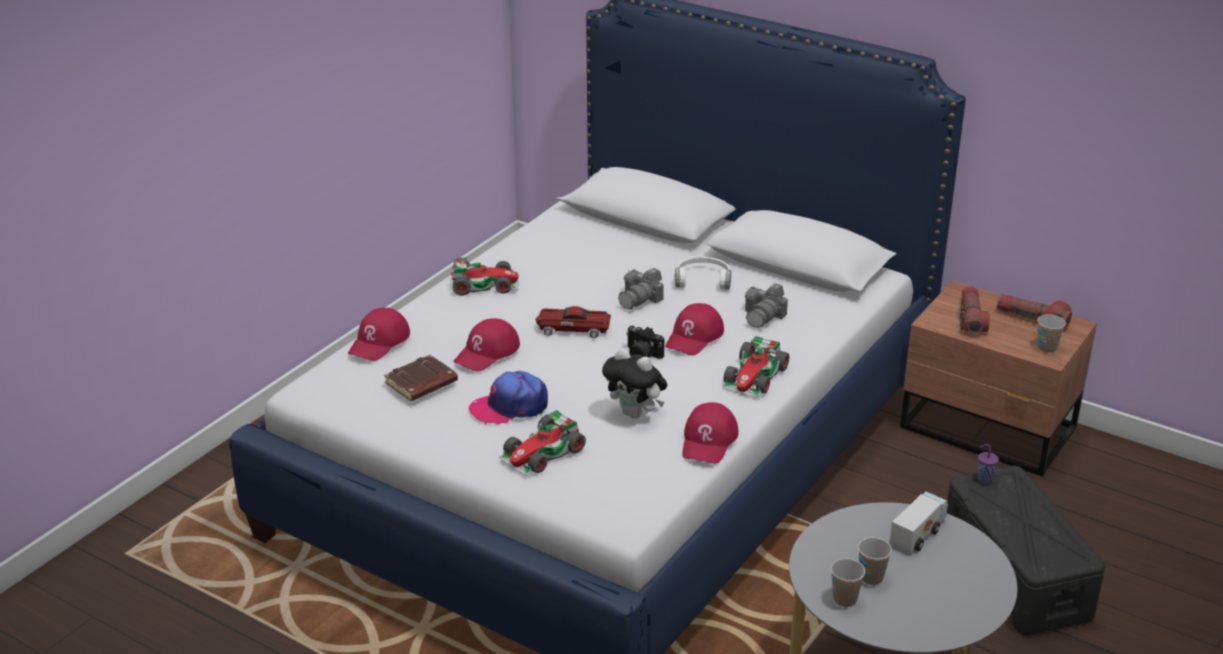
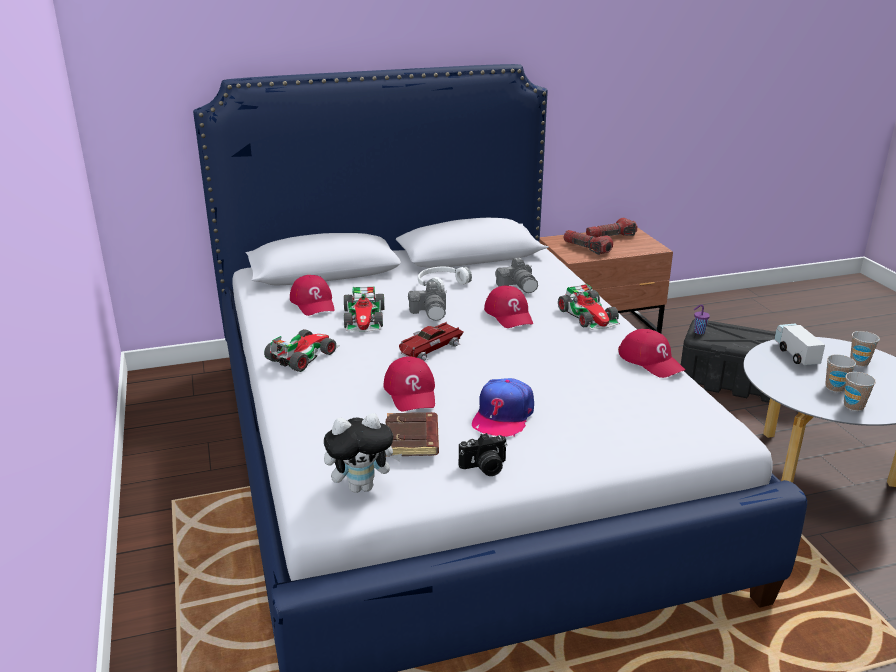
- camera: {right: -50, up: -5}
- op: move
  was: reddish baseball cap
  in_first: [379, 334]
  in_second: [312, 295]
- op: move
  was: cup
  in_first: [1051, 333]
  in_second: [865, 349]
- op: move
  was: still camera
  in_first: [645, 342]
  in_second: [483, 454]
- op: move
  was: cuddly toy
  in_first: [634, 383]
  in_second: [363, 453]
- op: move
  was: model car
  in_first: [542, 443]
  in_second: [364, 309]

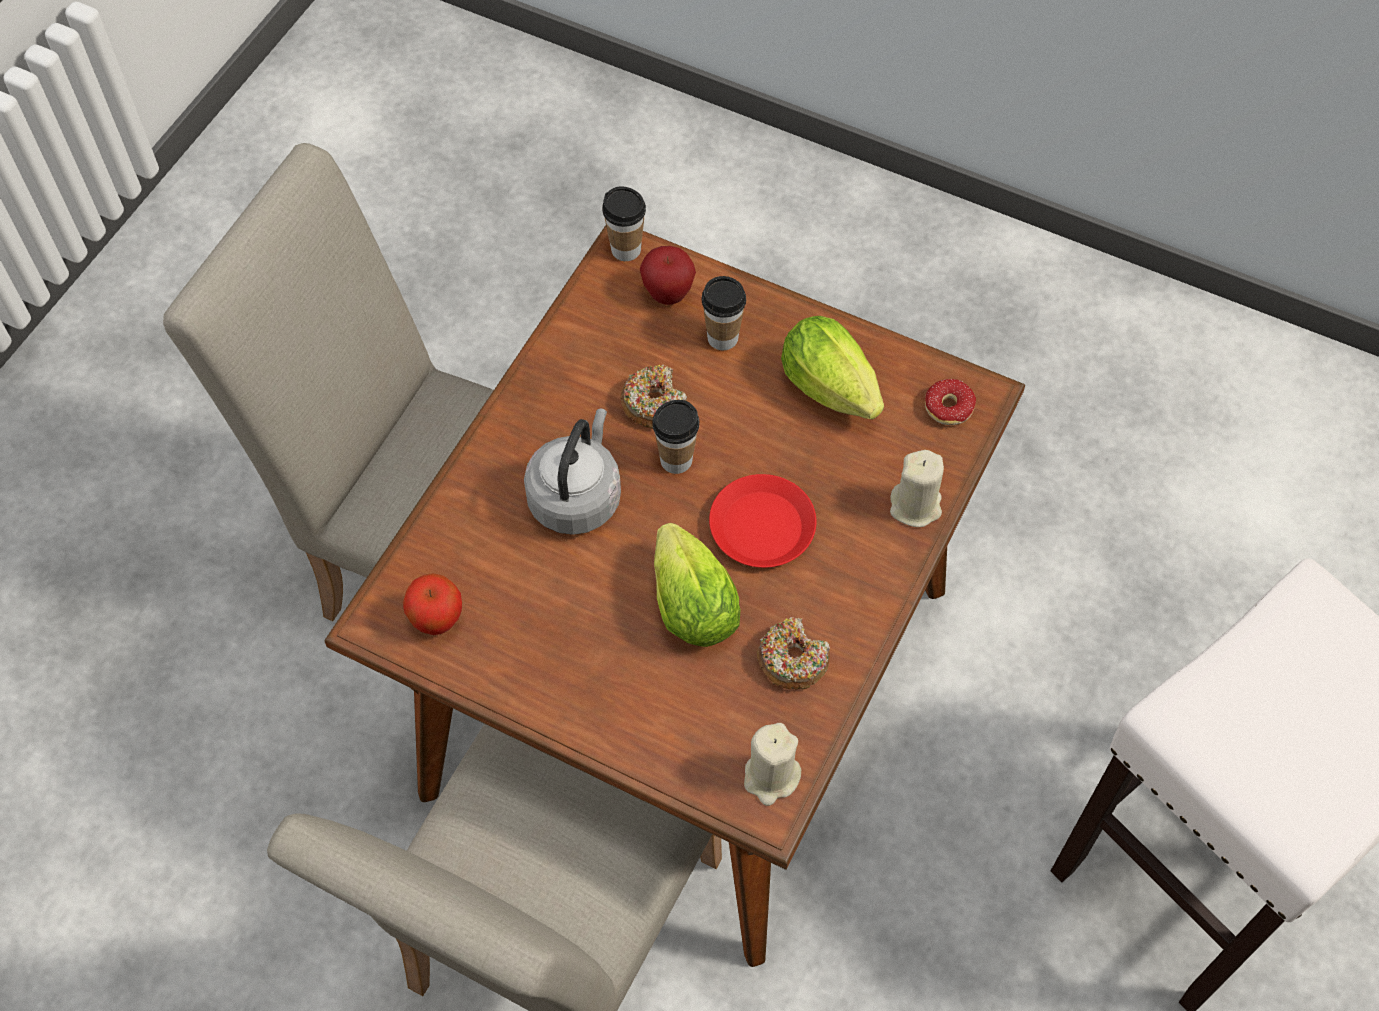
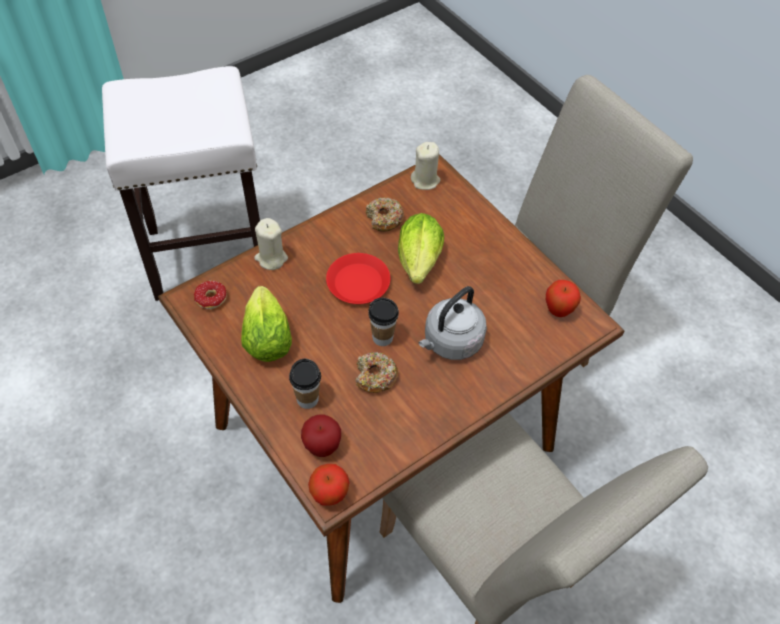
- camera: {right: -155, up: -5}
- op: replace
  was: cup
  now: apple
  in_first: [624, 223]
  in_second: [328, 485]

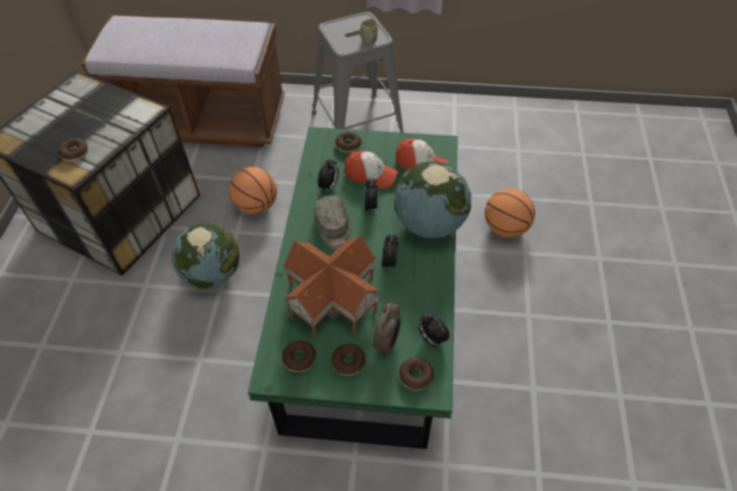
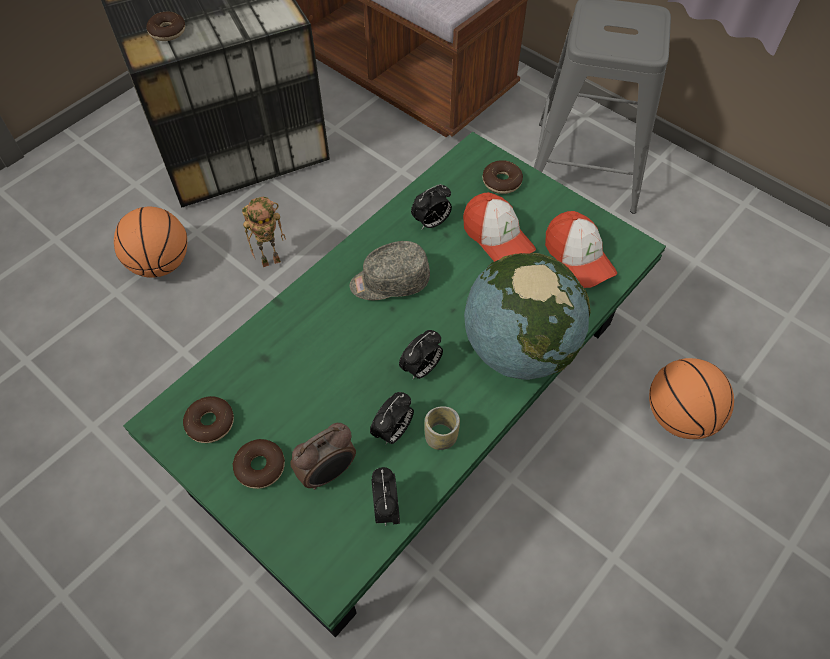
- camera: {right: 35, up: 5}
- op: move
  was: cup
  in_first: [369, 31]
  in_second: [442, 428]
- op: move
  was: basketball
  in_first: [253, 190]
  in_second: [150, 242]
- op: move
  was: bedside clock
  in_first: [370, 196]
  in_second: [392, 418]
- op: rotate
  was: grey baseball cap
  in_first: [332, 222]
  in_second: [390, 270]
  clockwise: 60
- op: replace
  was: desk globe
  now: model robot
  in_first: [206, 255]
  in_second: [264, 232]
- op: delete
  was: toy house
  in_first: [331, 287]
- op: delete
  was: donut
  in_first: [416, 374]

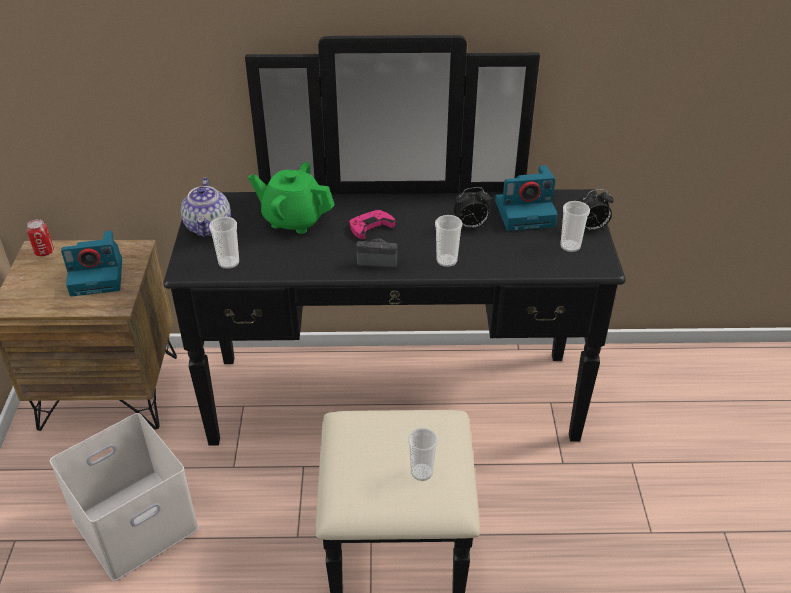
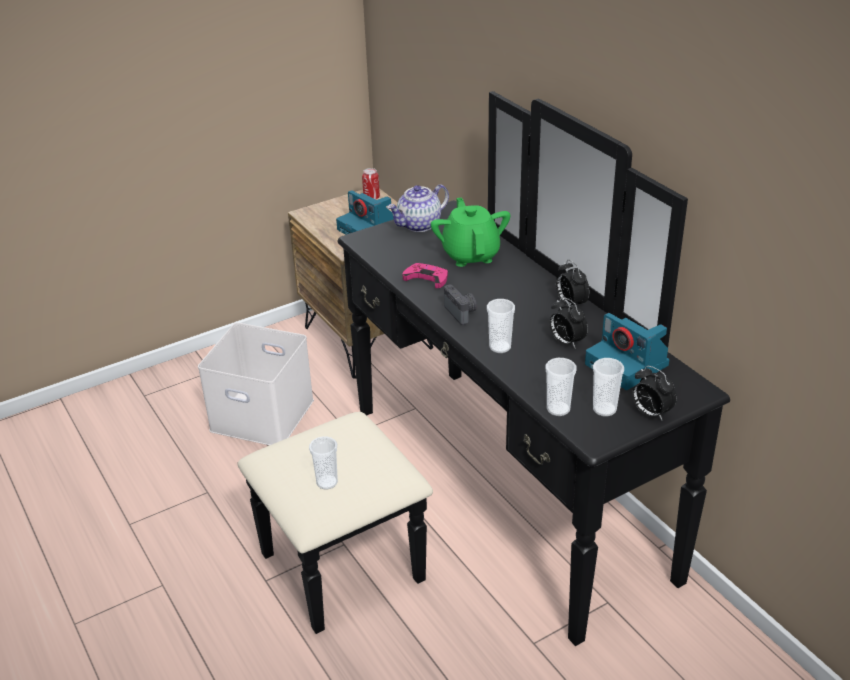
- camera: {right: 60, up: -5}
- op: move
  was: pink joypad
  in_first: [372, 224]
  in_second: [425, 275]
- op: move
  was: cup
  in_first: [224, 243]
  in_second: [561, 387]
- op: insert
  now: bedside clock
  in_second: [573, 283]

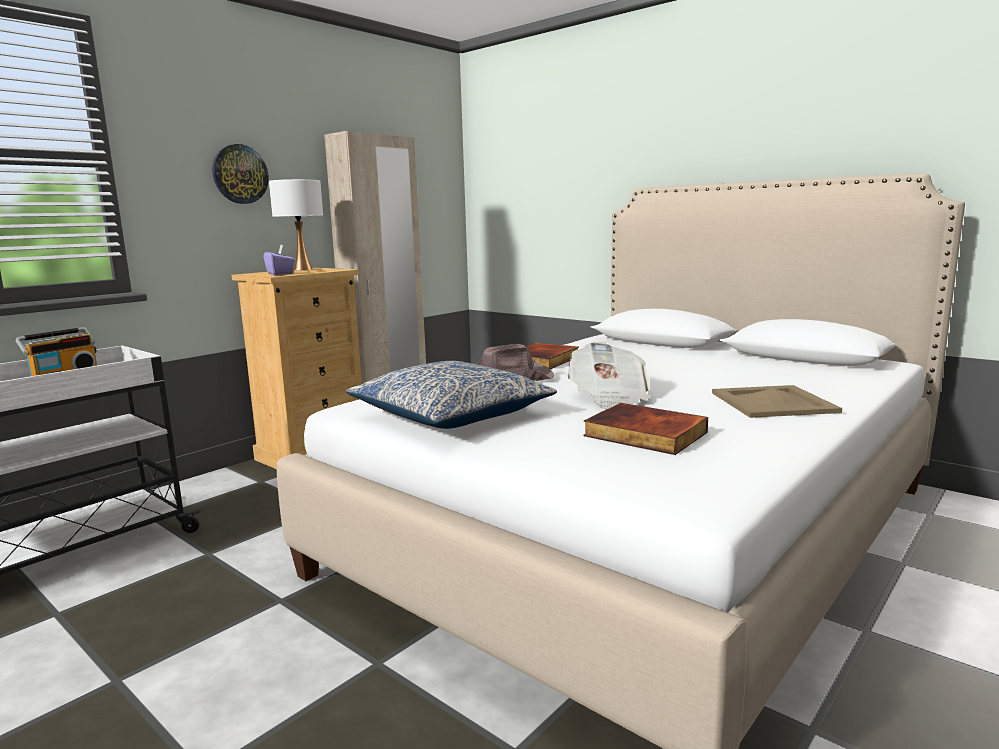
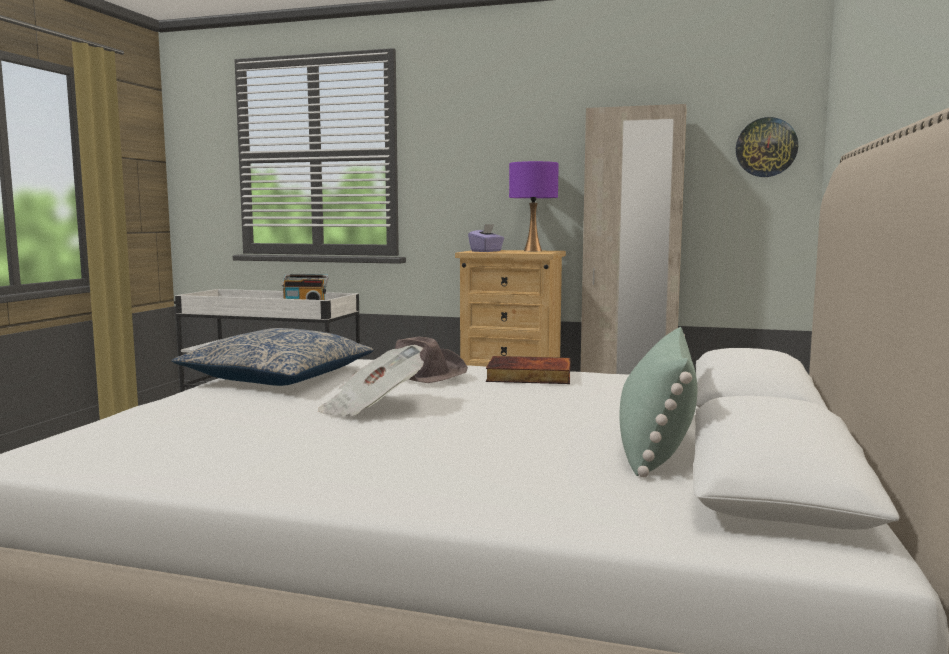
- camera: {right: 65, up: -5}
- op: move
  was: clock on the wall
  in_first: [240, 174]
  in_second: [767, 147]
- op: recolor
  was: white-coloured table lamp
  now: purplish table lamp
  in_first: [296, 225]
  in_second: [534, 206]
- op: delete
  was: sand-coloured carrying tray
  in_first: [777, 401]
- op: delete
  was: bound book
  in_first: [645, 429]
- op: insert
  now: green-coloured throw pillow
  in_second: [658, 402]

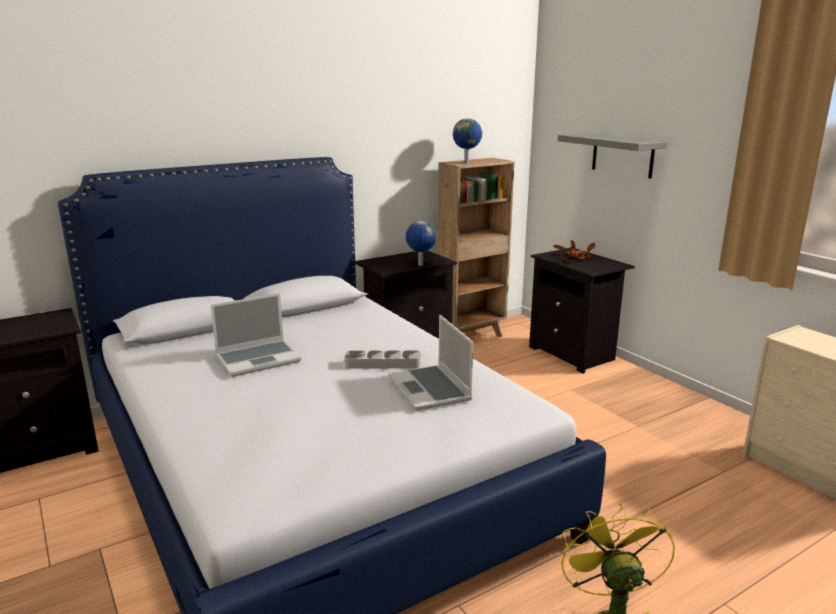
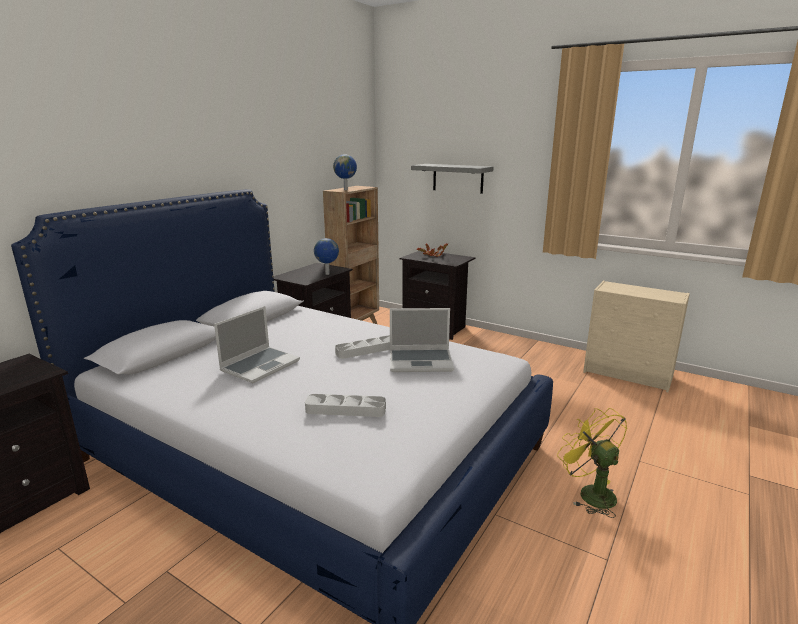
- camera: {right: -25, up: 0}
- op: rotate
  was: laptop
  in_first: [431, 363]
  in_second: [422, 340]
  clockwise: -45
- op: insert
  now: grey carrying tray
  in_second: [345, 405]

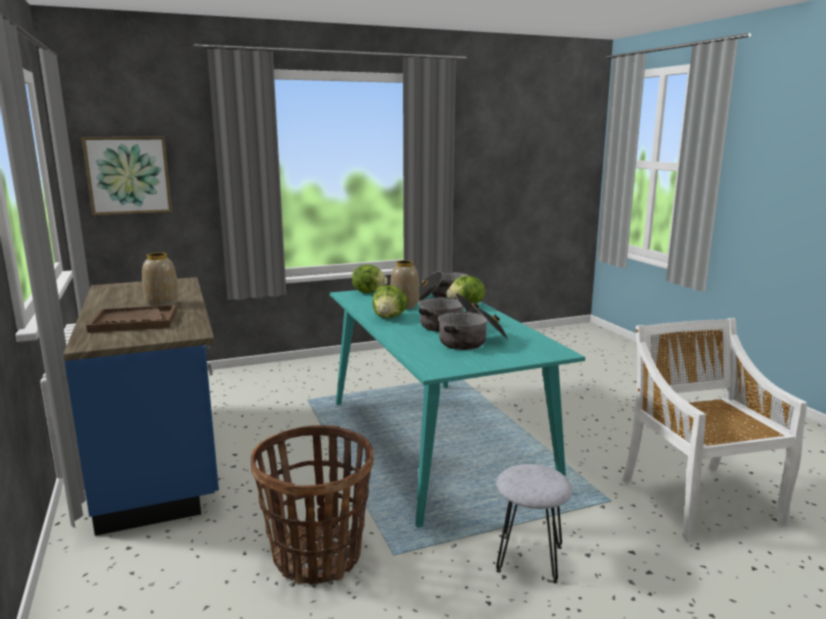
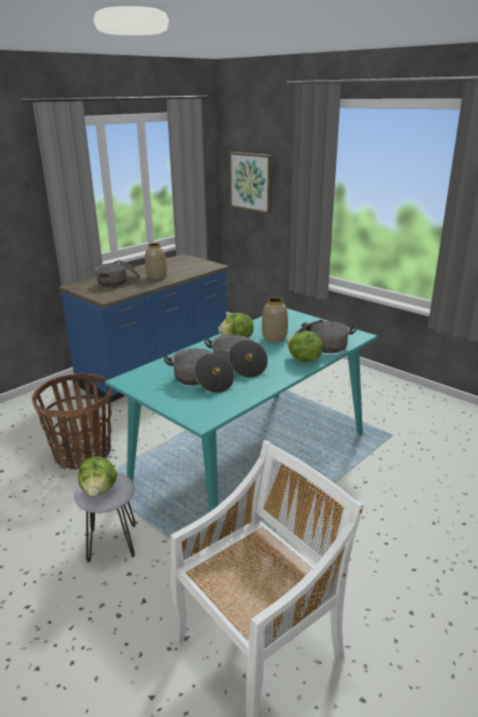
- camera: {right: 65, up: 10}
- op: move
  was: head of lettuce
  in_first: [370, 279]
  in_second: [97, 476]
- op: replace
  was: brown-coloured carrying tray
  now: cooking pot
  in_first: [131, 319]
  in_second: [117, 273]

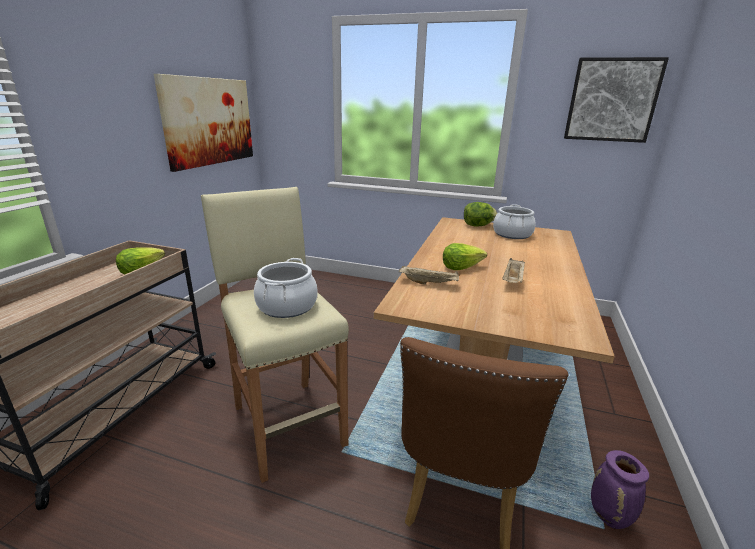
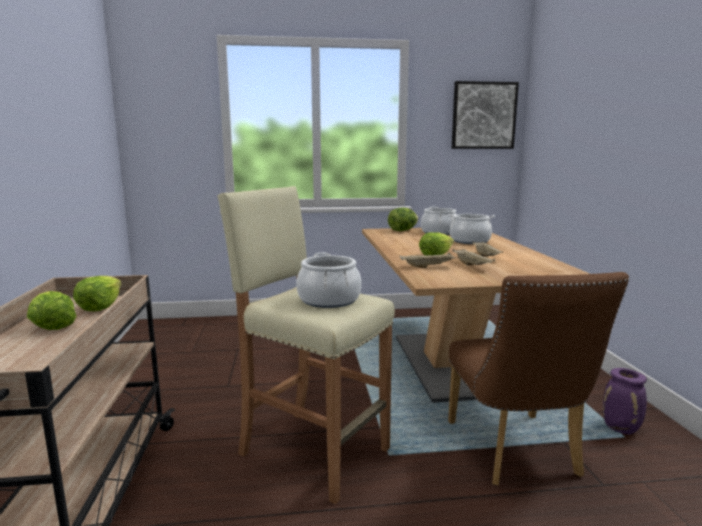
- camera: {right: -25, up: -10}
- op: delete
  was: wall picture
  in_first: [203, 123]
- op: insert
  now: cooking pot
  in_second: [472, 229]
- op: insert
  now: sand-coloured carrying tray
  in_second: [474, 257]
- op: insert
  now: head of lettuce
  in_second: [51, 310]

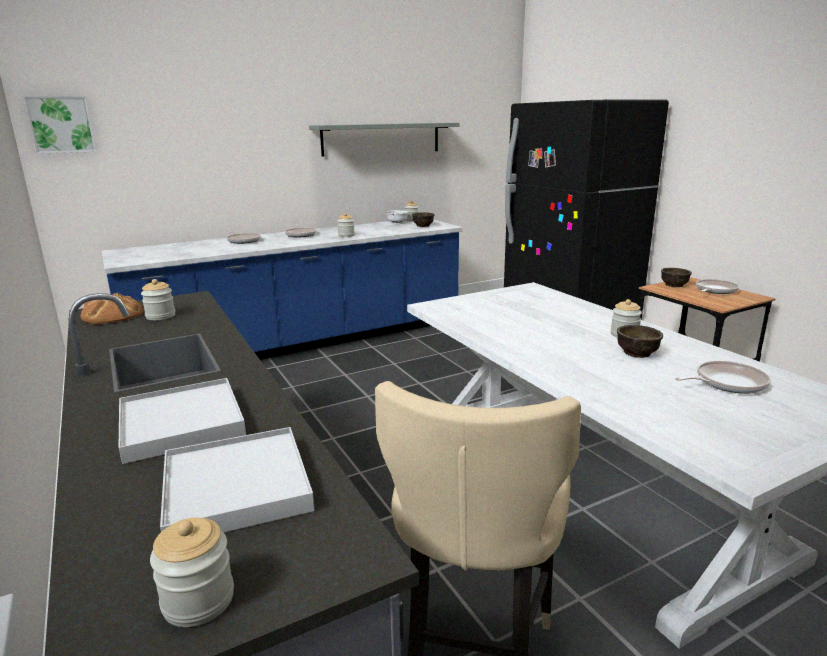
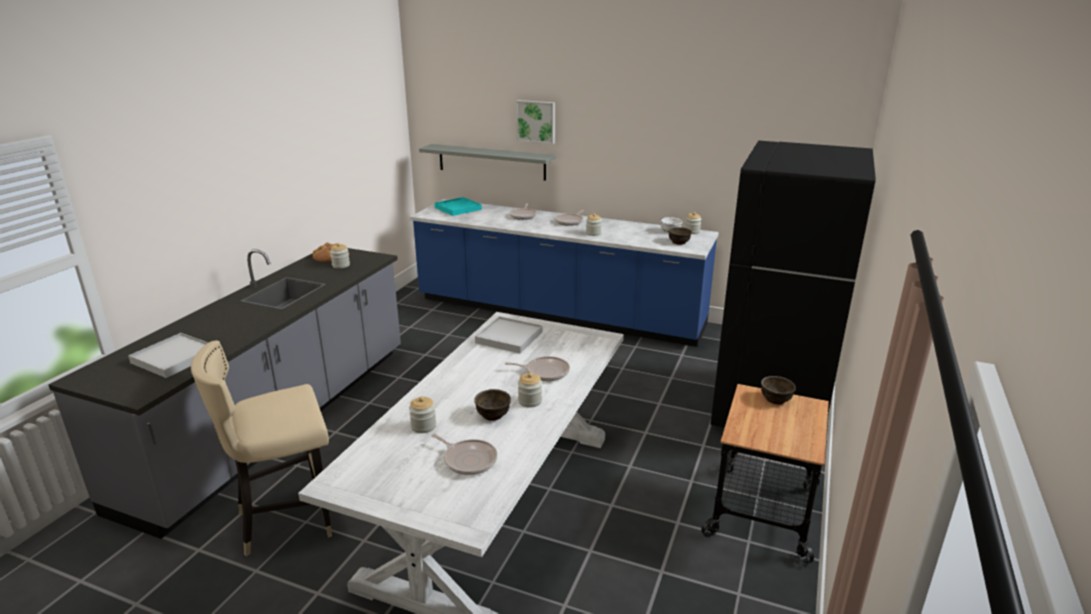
- camera: {right: 50, up: 5}
- op: move
  was: wall picture
  in_first: [60, 125]
  in_second: [535, 122]
- op: move
  was: grey wall shelf
  in_first: [384, 139]
  in_second: [487, 162]
- op: move
  was: skillet
  in_first: [717, 286]
  in_second: [537, 368]
- op: move
  was: white-coloured carrying tray
  in_first: [182, 421]
  in_second: [509, 334]
- op: move
  was: preserve jar
  in_first: [192, 572]
  in_second: [422, 415]
- op: insert
  now: blue-green carrying tray
  in_second: [458, 206]

